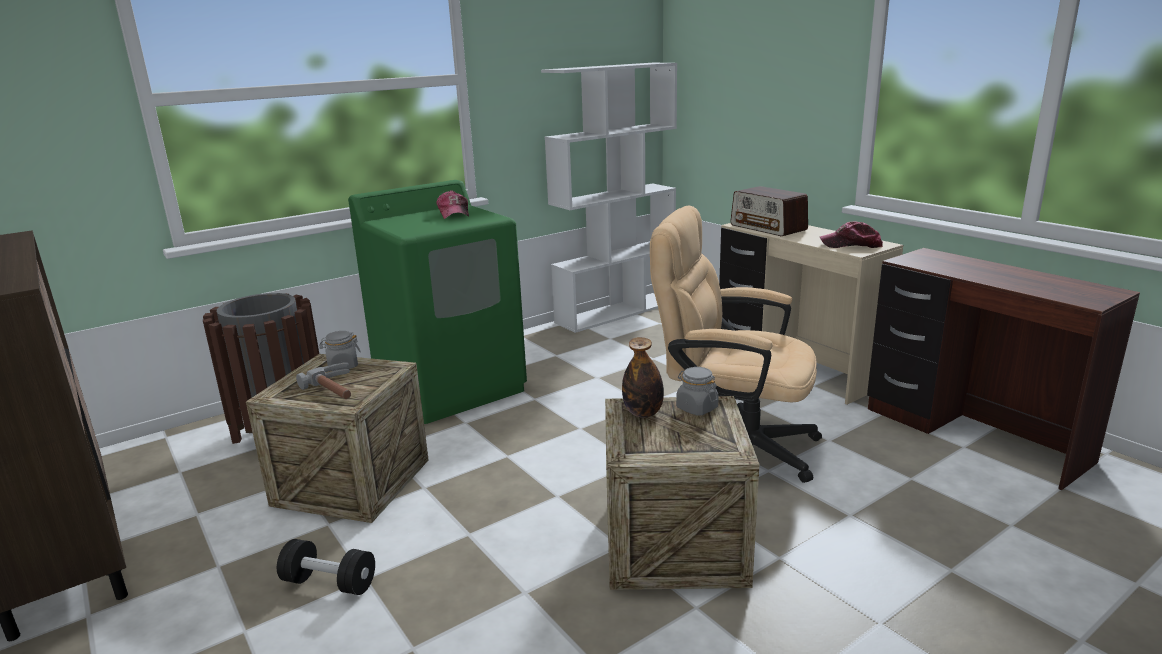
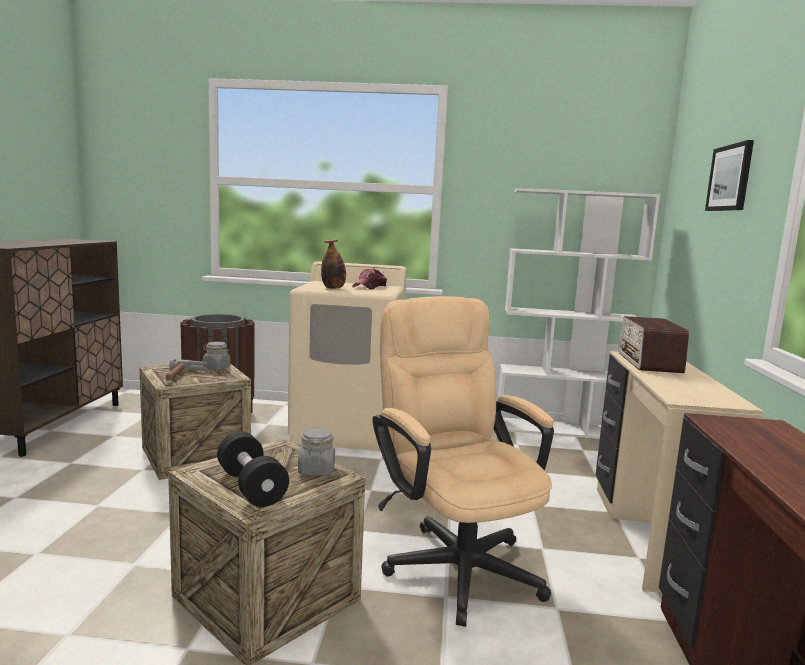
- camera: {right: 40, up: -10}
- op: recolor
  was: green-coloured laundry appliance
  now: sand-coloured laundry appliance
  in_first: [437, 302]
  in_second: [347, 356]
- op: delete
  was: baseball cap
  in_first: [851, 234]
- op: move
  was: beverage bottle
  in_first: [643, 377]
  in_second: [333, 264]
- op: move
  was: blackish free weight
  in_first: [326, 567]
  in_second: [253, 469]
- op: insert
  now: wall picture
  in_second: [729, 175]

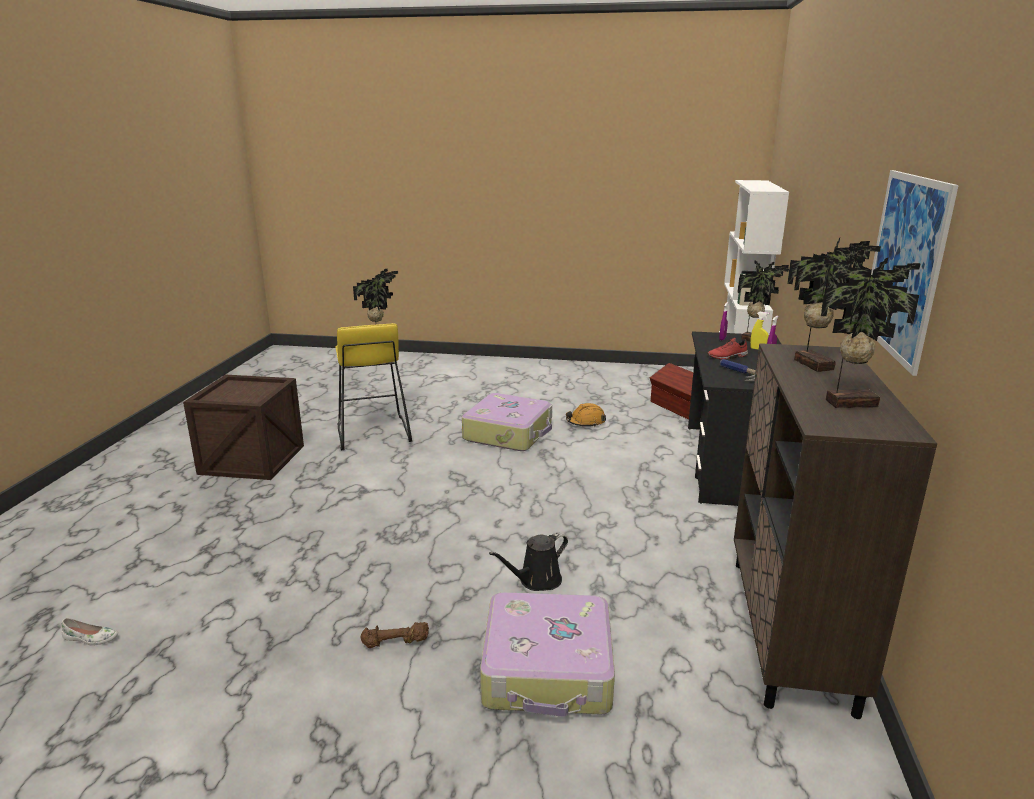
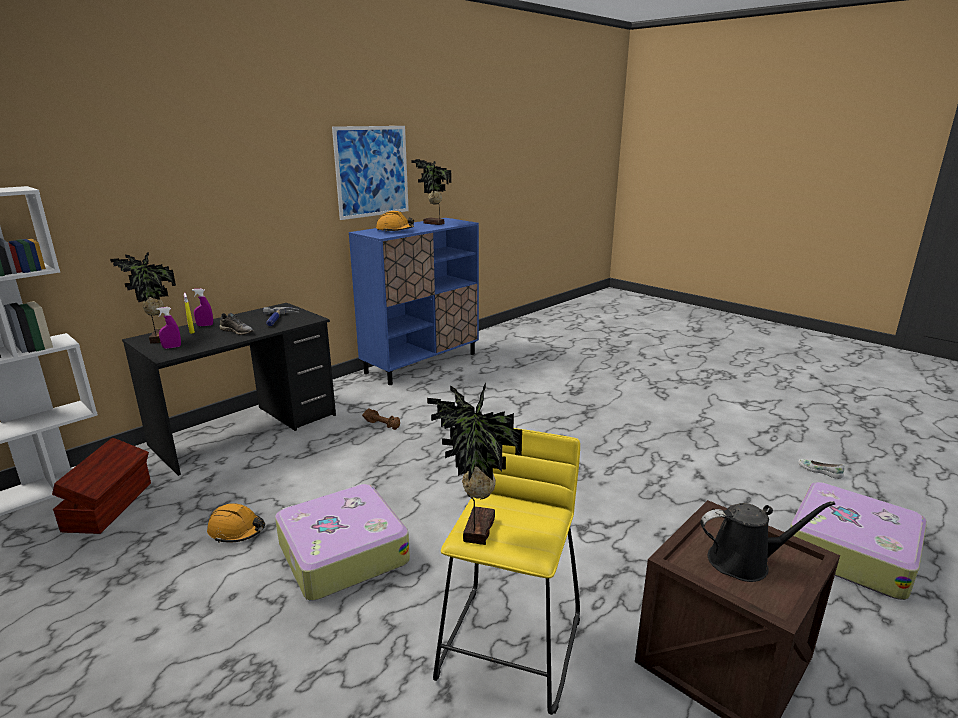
- camera: {right: -145, up: 0}
- op: replace
  was: potted plant
  now: orange safety helmet
  in_first: [834, 305]
  in_second: [395, 221]
- op: recolor
  was: reddish item of footwear
  now: grey item of footwear
  in_first: [727, 349]
  in_second: [236, 324]
- op: recolor
  was: brown-coloured storage cabinet
  now: blue-coloured storage cabinet
  in_first: [835, 531]
  in_second: [414, 301]
- op: move
  was: blackish watering can
  in_first: [528, 562]
  in_second: [768, 541]
- op: move
  was: suitcase
  in_first: [547, 654]
  in_second: [858, 541]
- op: move
  was: brown-coloured free weight
  in_first: [395, 635]
  in_second: [381, 419]

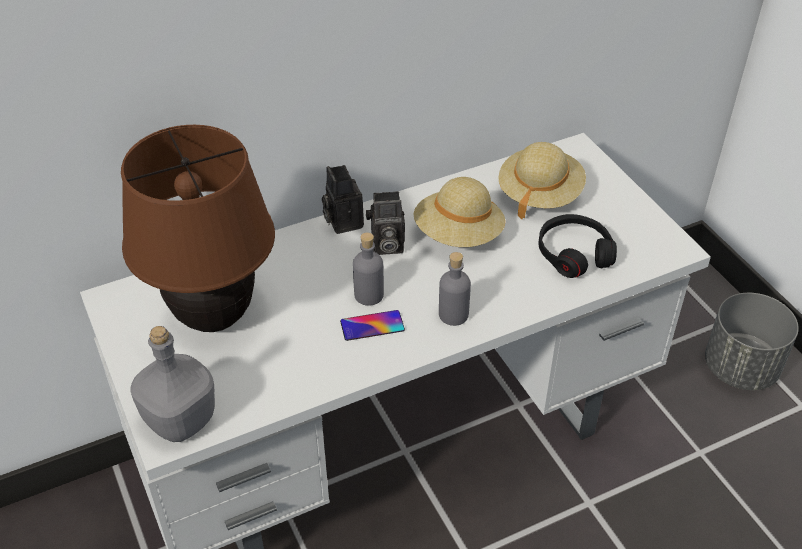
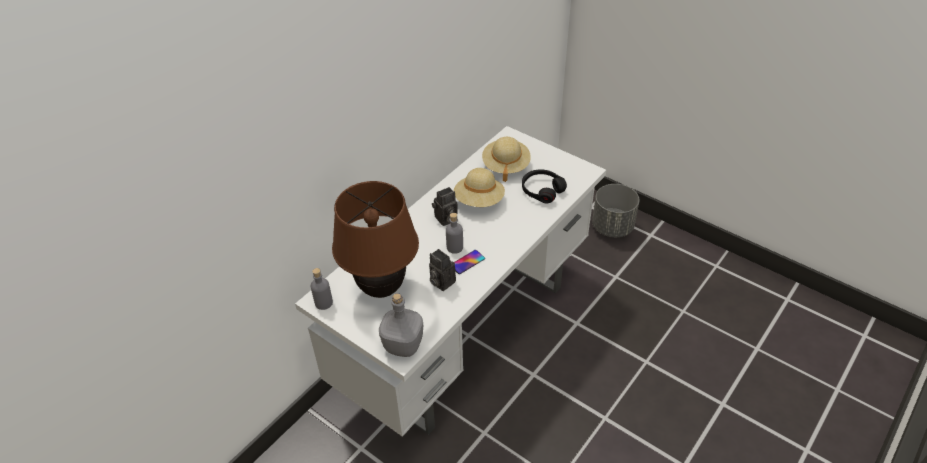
- camera: {right: -25, up: 0}
- op: move
  was: still camera
  in_first: [343, 199]
  in_second: [442, 270]
- op: move
  was: grey beverage bottle
  in_first: [455, 289]
  in_second: [322, 289]

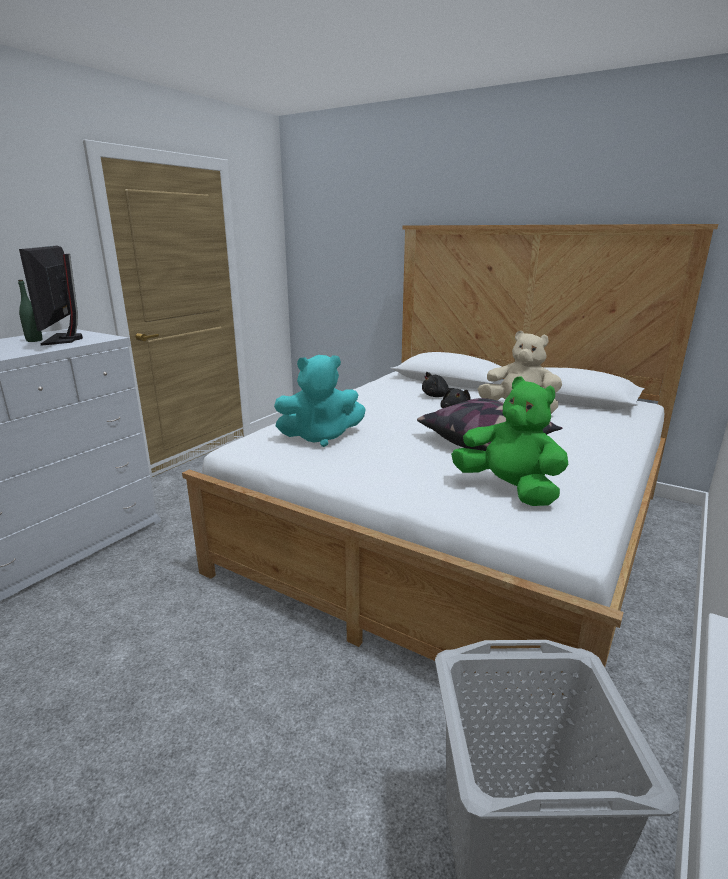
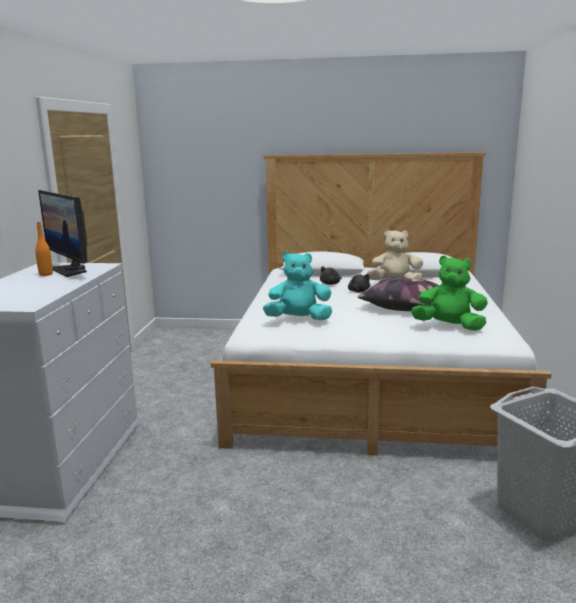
- camera: {right: -25, up: -5}
- op: recolor
  was: green-coloured beverage bottle
  now: orange beverage bottle
  in_first: [30, 311]
  in_second: [44, 249]
- op: rotate
  was: blue-green cuddly toy
  in_first: [320, 401]
  in_second: [297, 286]
  clockwise: -150

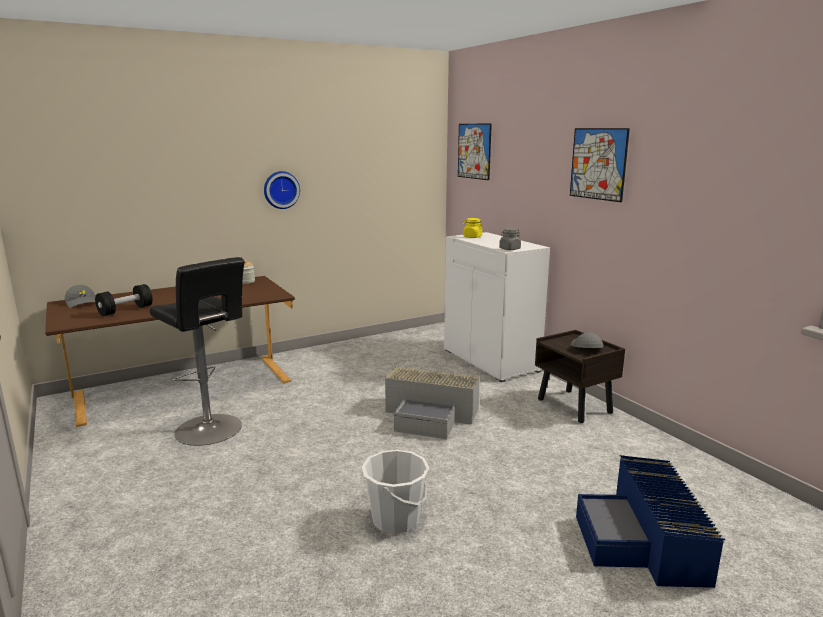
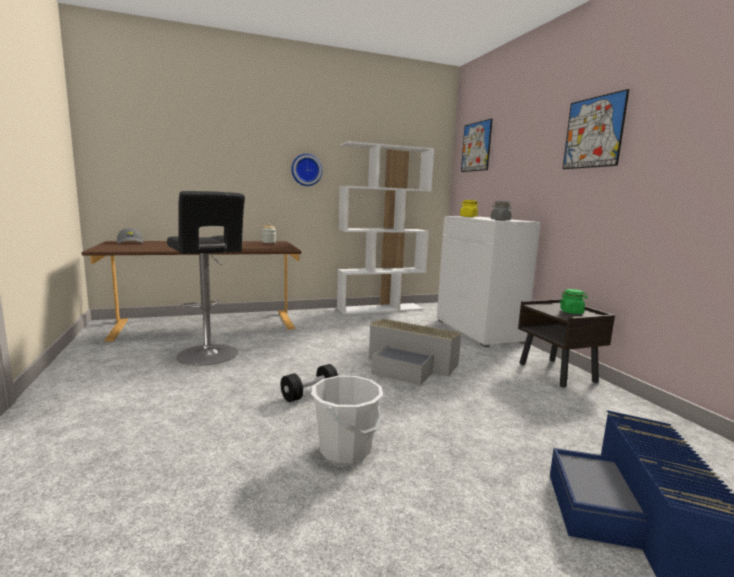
- camera: {right: 10, up: -5}
- op: move
  was: blackish free weight
  in_first: [124, 300]
  in_second: [309, 383]
- op: replace
  was: grey baseball cap
  now: green-coloured preserve jar
  in_first: [586, 340]
  in_second: [574, 301]
- op: insert
  now: white-coloured shelving unit
  in_second: [385, 228]

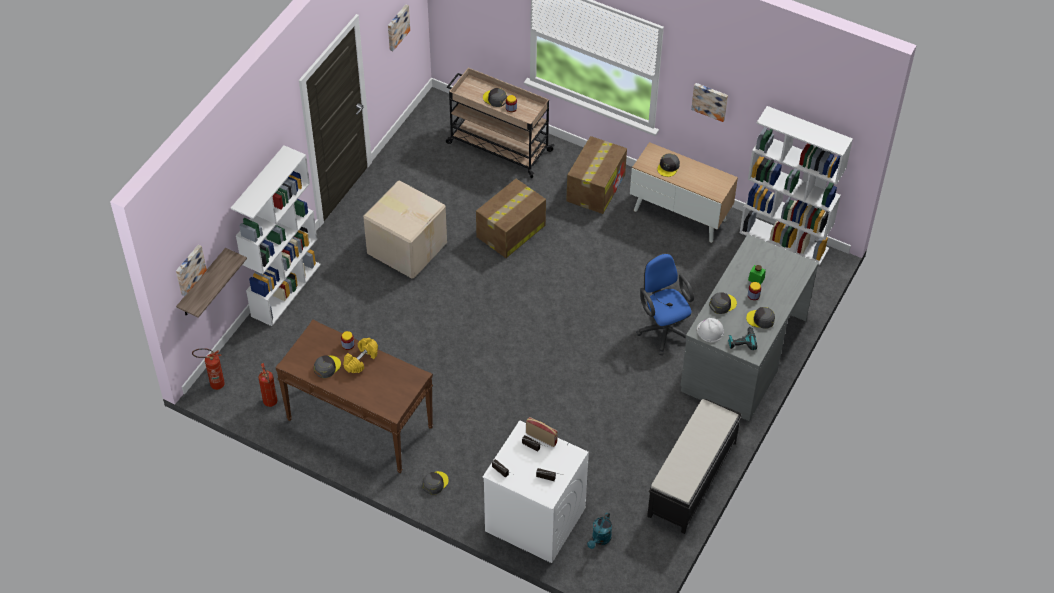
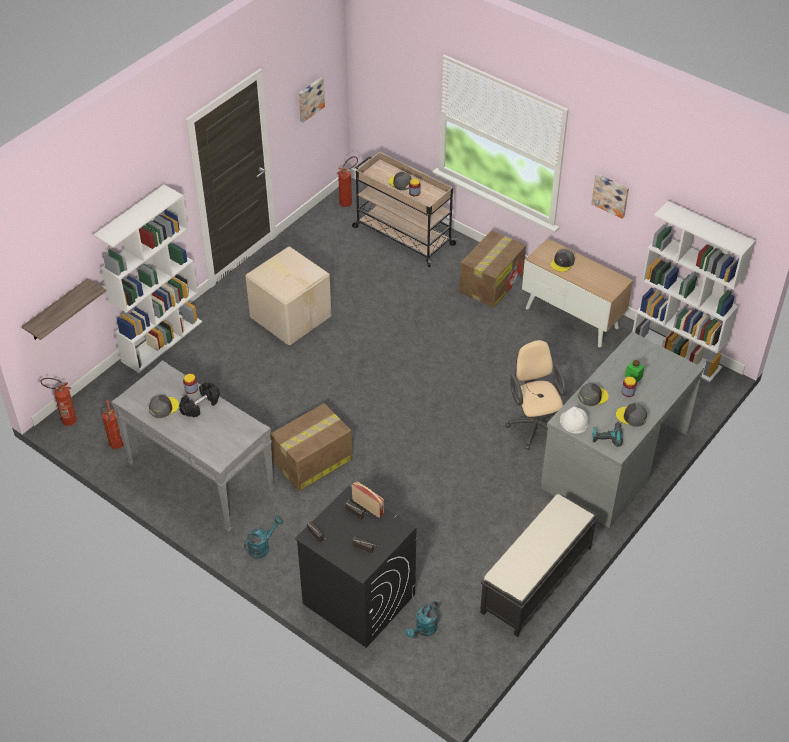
- camera: {right: 10, up: -5}
- op: move
  was: carton
  in_first: [511, 218]
  in_second: [311, 447]
- op: delete
  was: wall picture
  in_first: [191, 270]
- op: recolor
  was: blue-coloured computer chair
  now: sand-coloured computer chair
  in_first: [665, 304]
  in_second: [536, 395]
- op: recolor
  was: brown-coloured hall table
  now: grey hall table
  in_first: [354, 396]
  in_second: [192, 446]
- op: recolor
  was: yellowish free weight
  now: blackish free weight
  in_first: [360, 355]
  in_second: [199, 400]
- op: recolor
  was: white-coloured laundry appliance
  now: blackish laundry appliance
  in_first: [536, 492]
  in_second: [355, 567]
- op: replace
  was: grey baseball cap
  now: blue-green watering can
  in_first: [435, 483]
  in_second: [263, 537]
- op: insert
  now: extinguisher
  in_second: [347, 181]

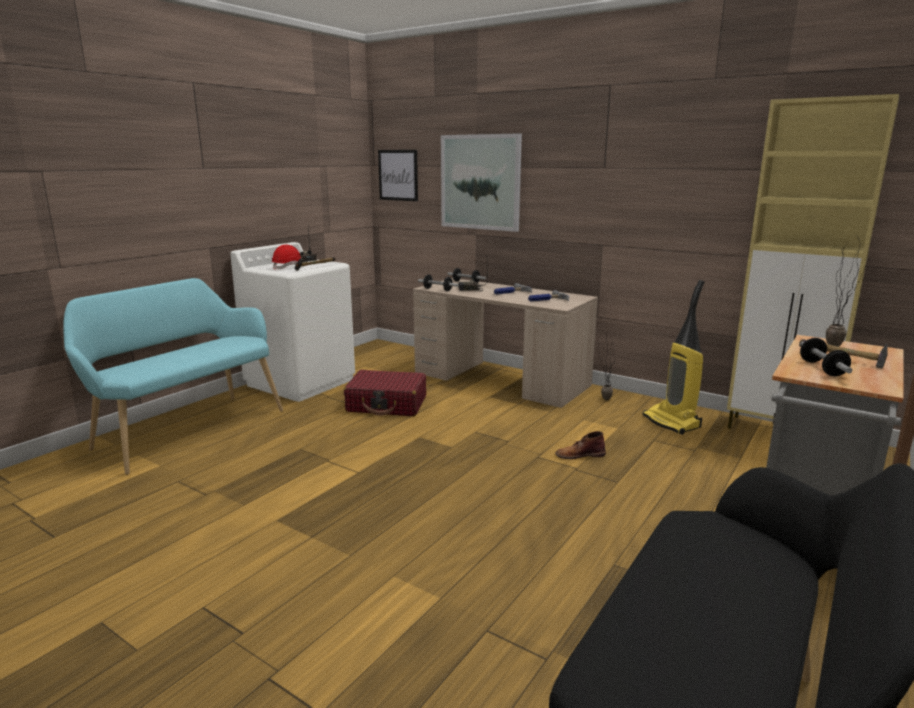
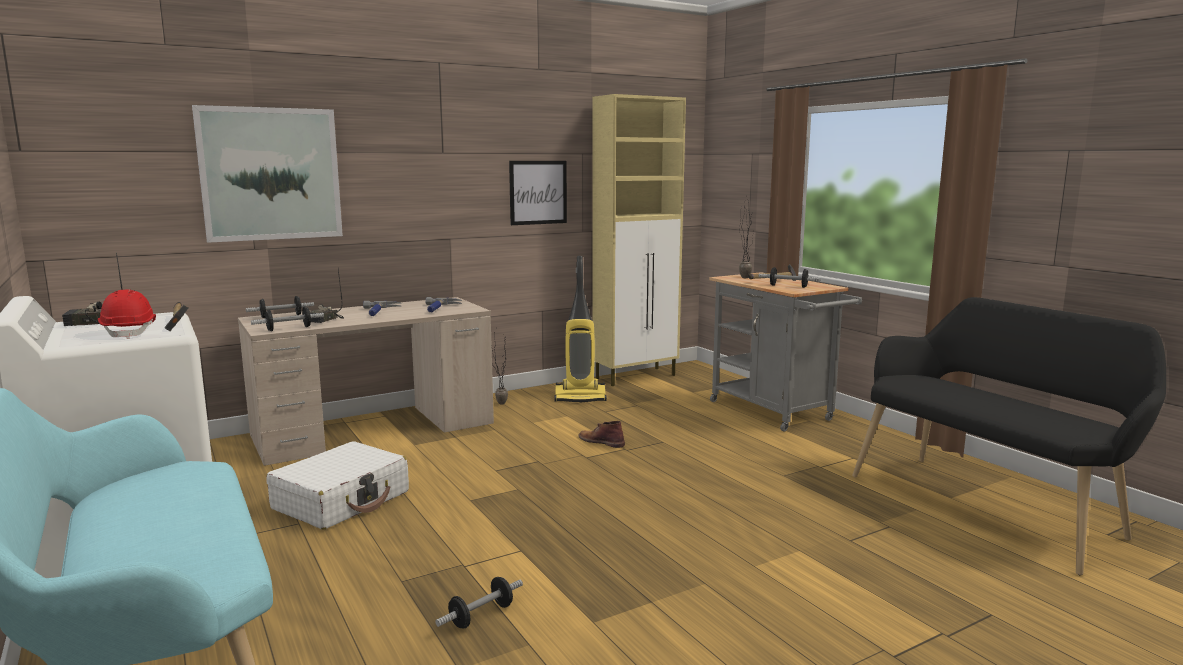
- camera: {right: -65, up: -5}
- op: move
  was: wall picture
  in_first: [398, 175]
  in_second: [538, 193]
- op: recolor
  was: reddish suitcase
  now: white-coloured suitcase
  in_first: [385, 393]
  in_second: [337, 485]
- op: rotate
  was: brown-coloured boot
  in_first: [580, 445]
  in_second: [601, 434]
  clockwise: 105
- op: insert
  now: free weight
  in_second: [479, 602]

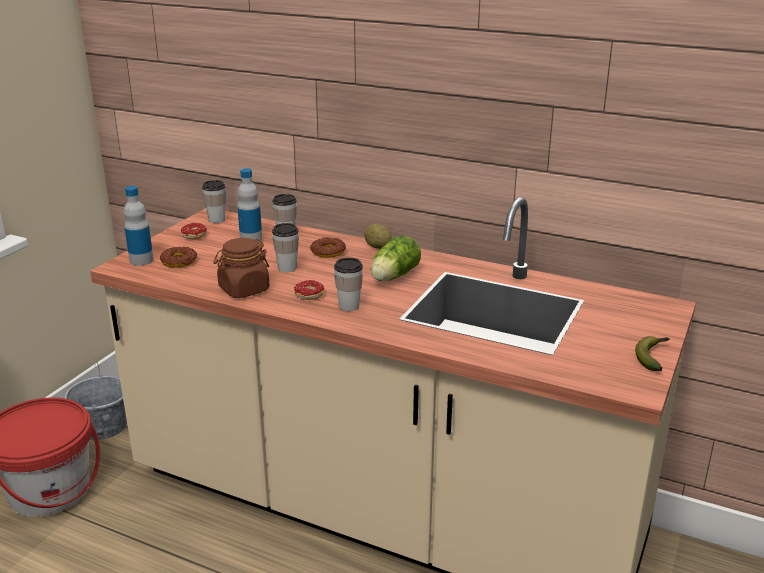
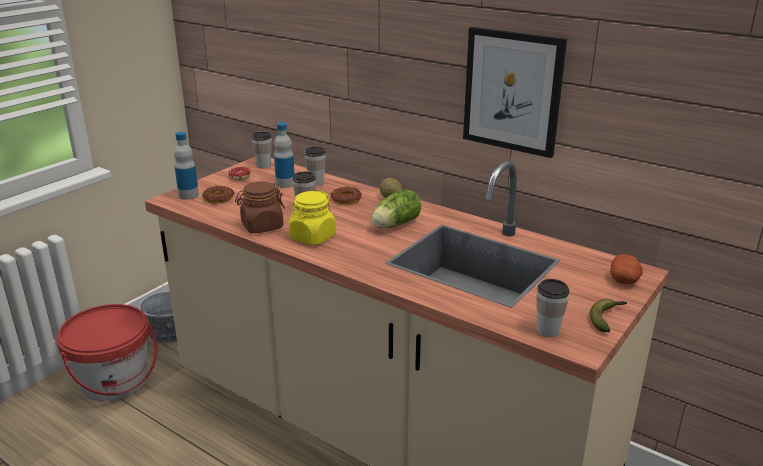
- camera: {right: 10, up: 0}
- op: move
  was: cup
  in_first: [348, 284]
  in_second: [552, 308]
- op: replace
  was: donut
  now: yellowish preserve jar
  in_first: [309, 290]
  in_second: [312, 218]
- op: insert
  now: wall picture
  in_second: [515, 92]
- op: insert
  now: spud
  in_second: [627, 269]

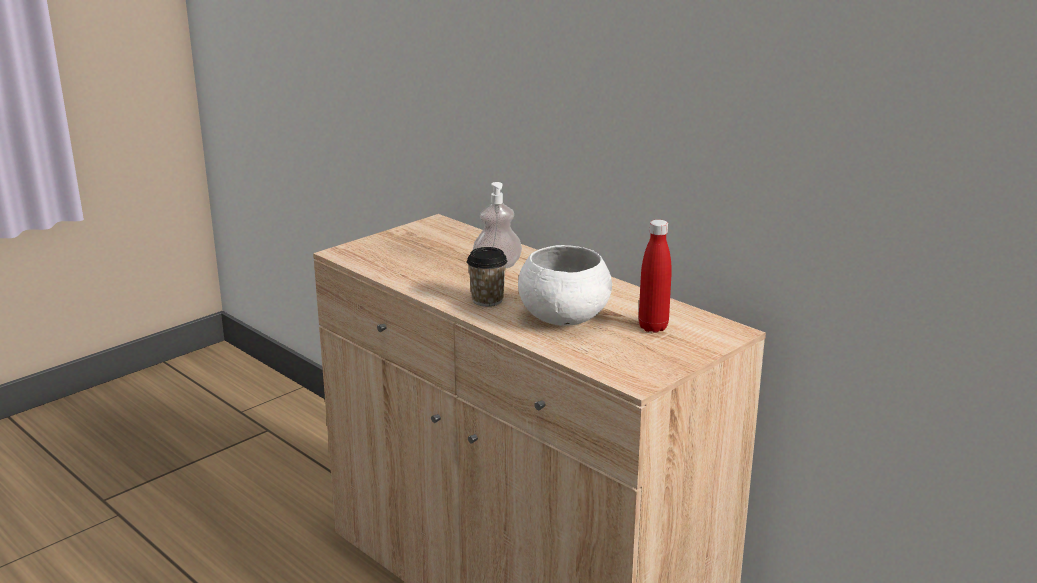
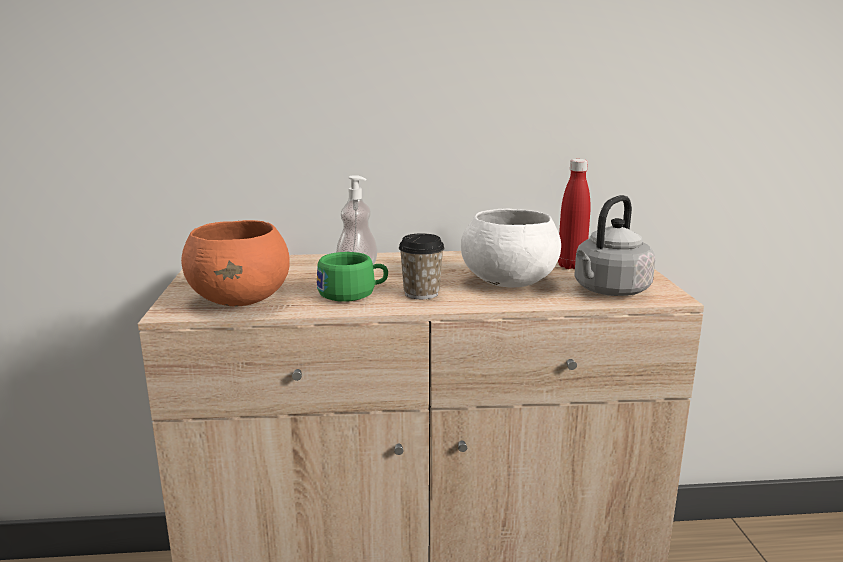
- camera: {right: -50, up: -5}
- op: insert
  now: grey water kettle
  in_second: [614, 245]
- op: insert
  now: orange bowl
  in_second: [235, 263]
- op: insert
  now: green-coloured cup
  in_second: [352, 277]

